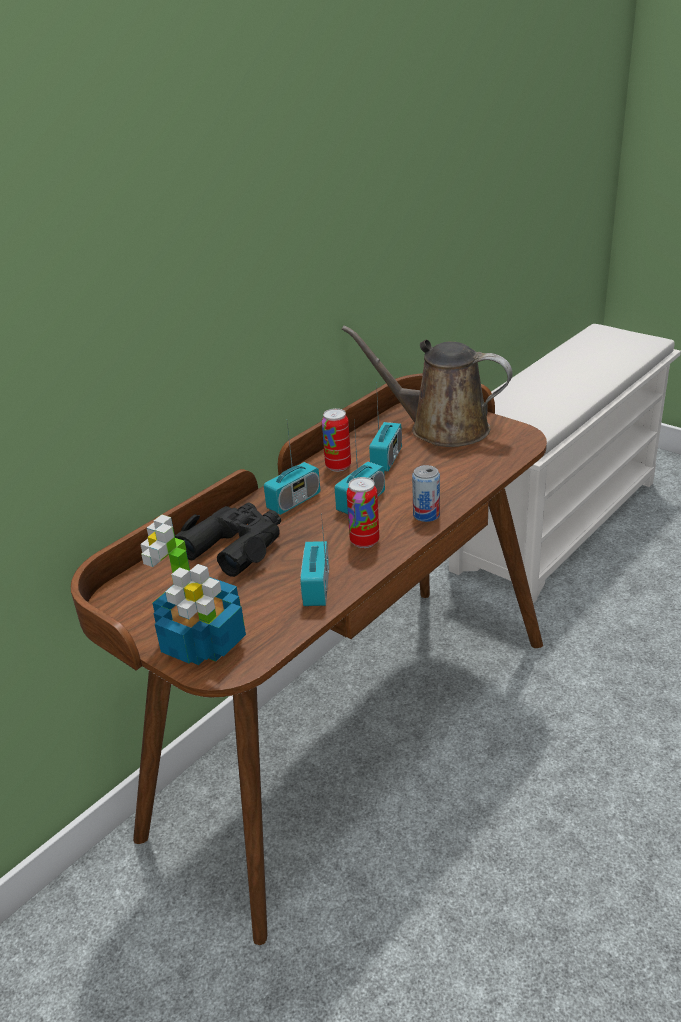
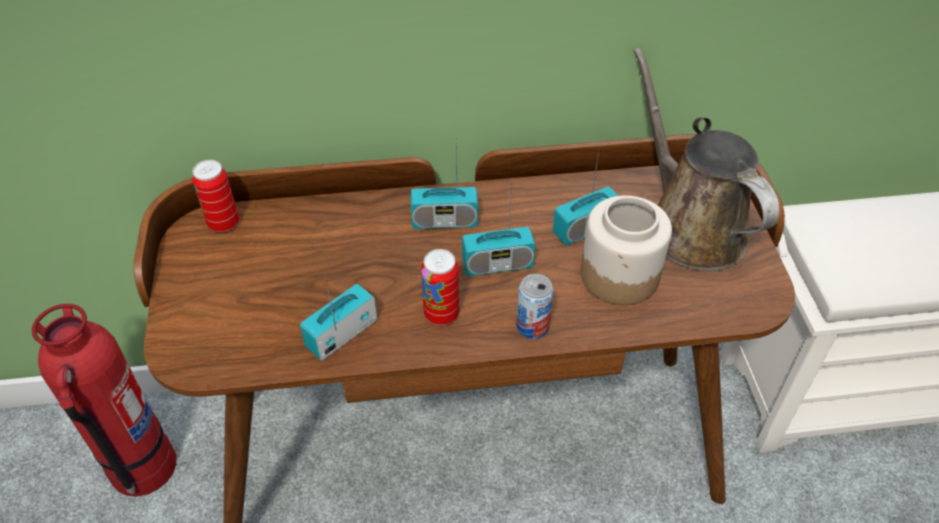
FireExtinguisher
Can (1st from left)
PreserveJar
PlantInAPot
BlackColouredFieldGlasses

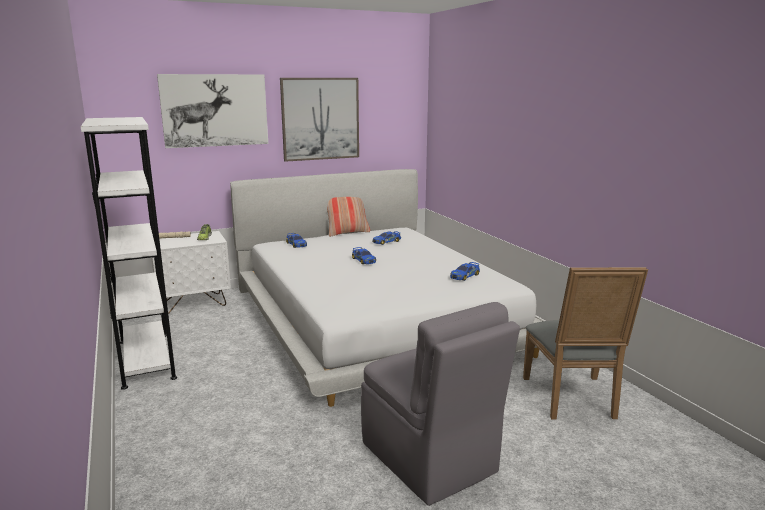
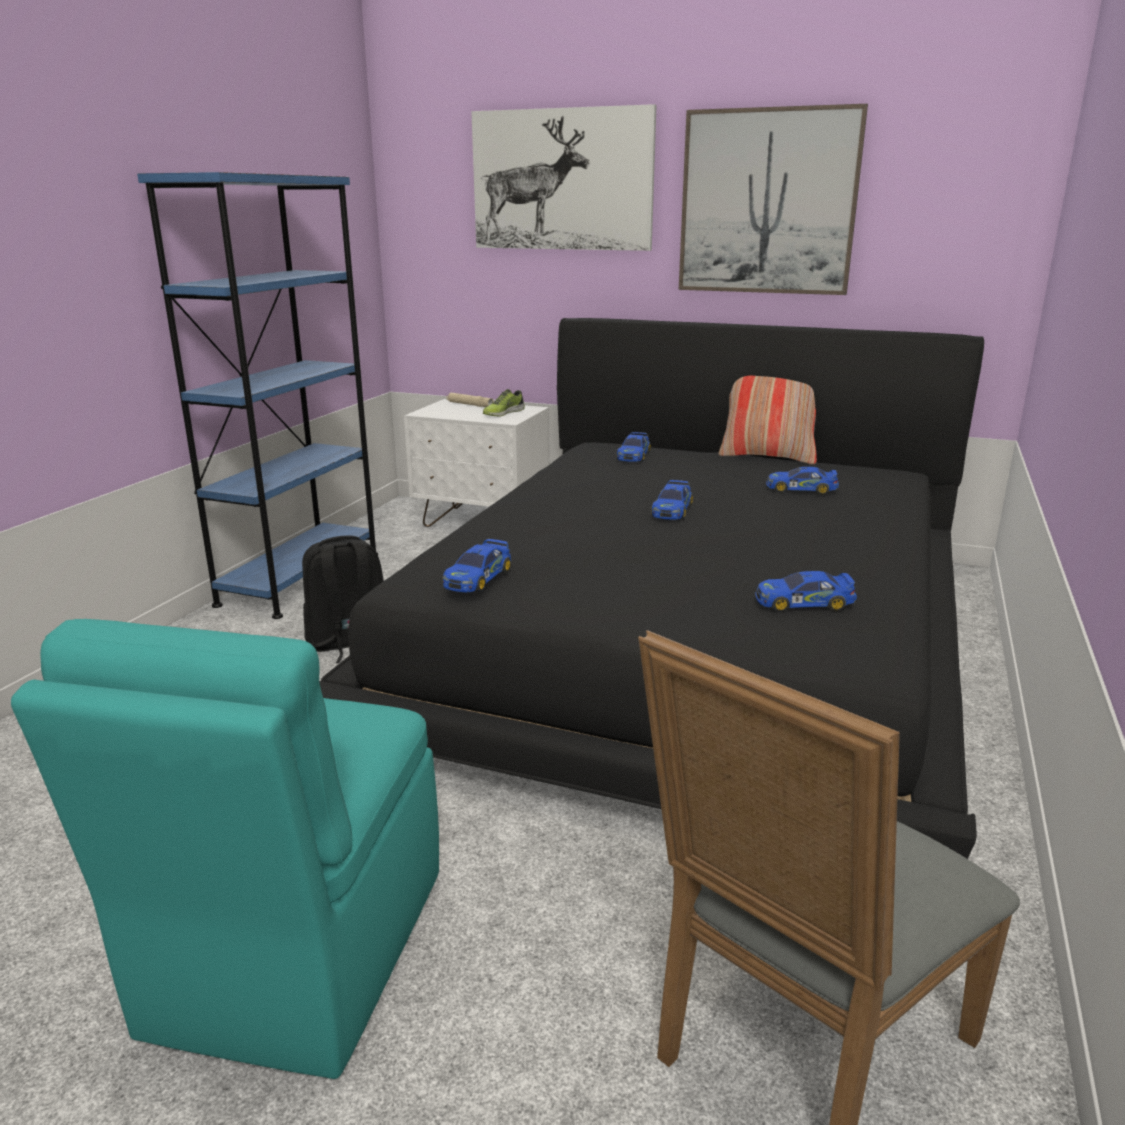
TurquoiseUprightChair
BlueColouredShelvingUnit
BlackColouredRucksack
BlackColouredSleepingBed
ModelCar (1st from left)

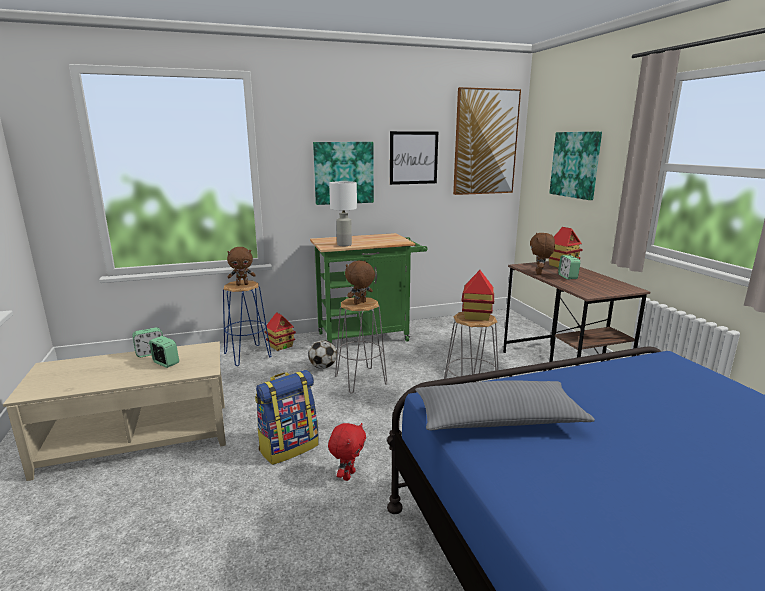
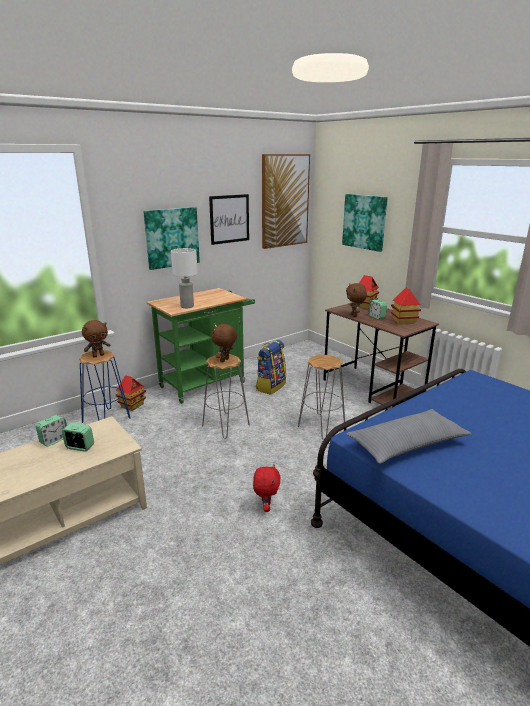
Rucksack
ModelHouse (3rd from left)
Football

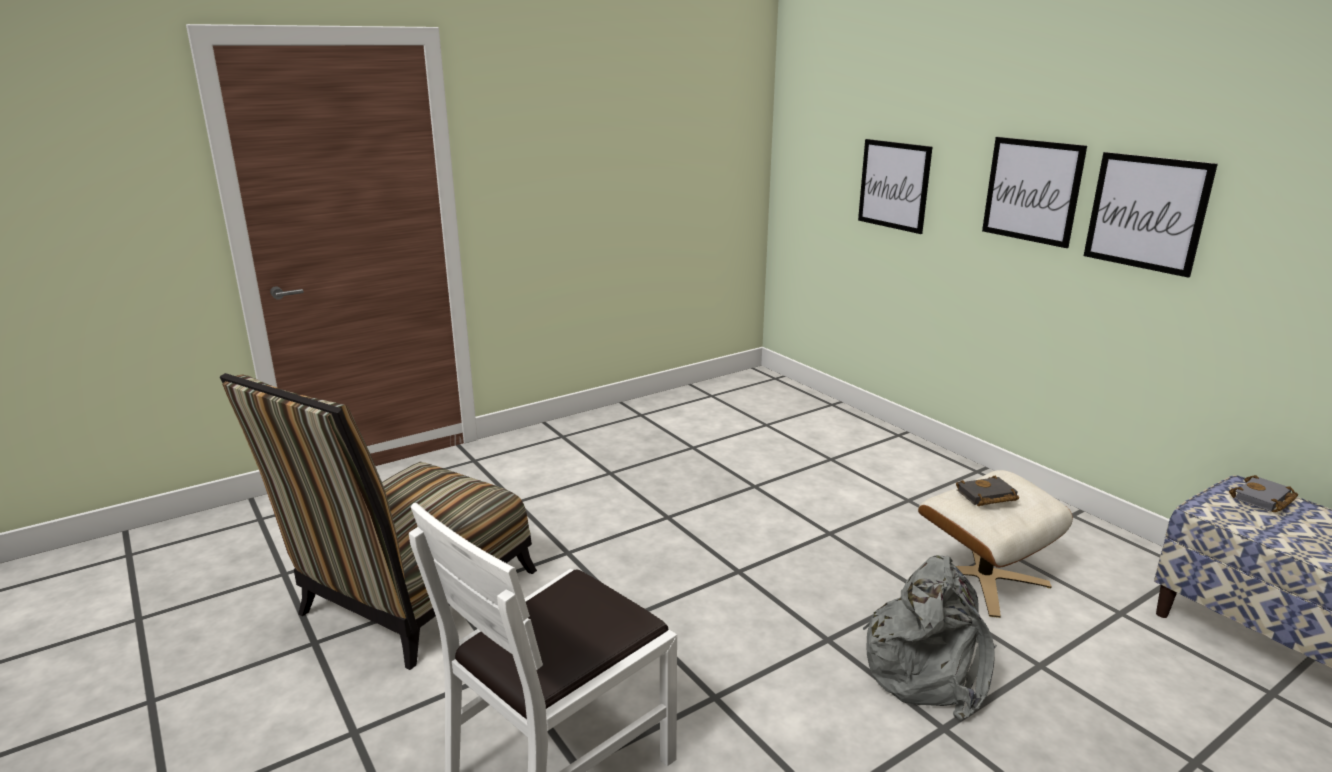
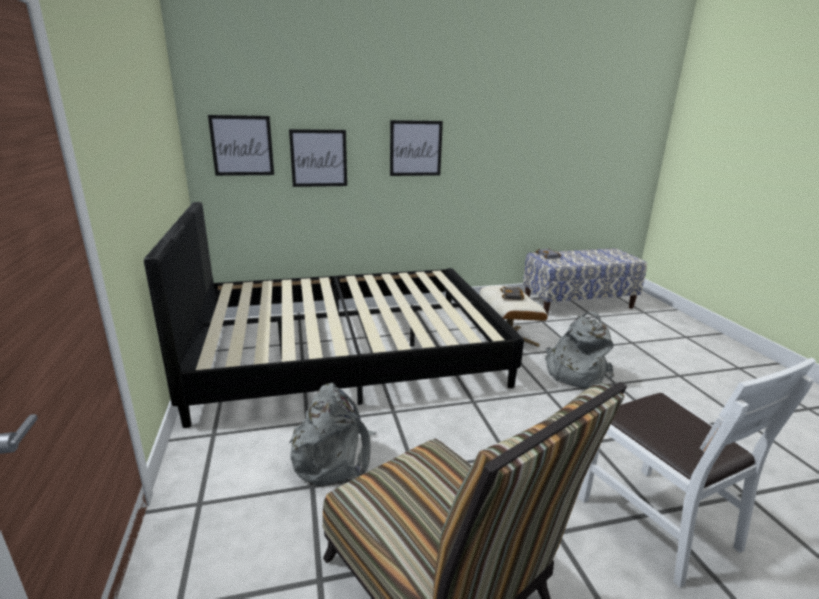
BlackColouredSleepingBed
WallArt (1st from left)
GrayRucksack (1st from left)

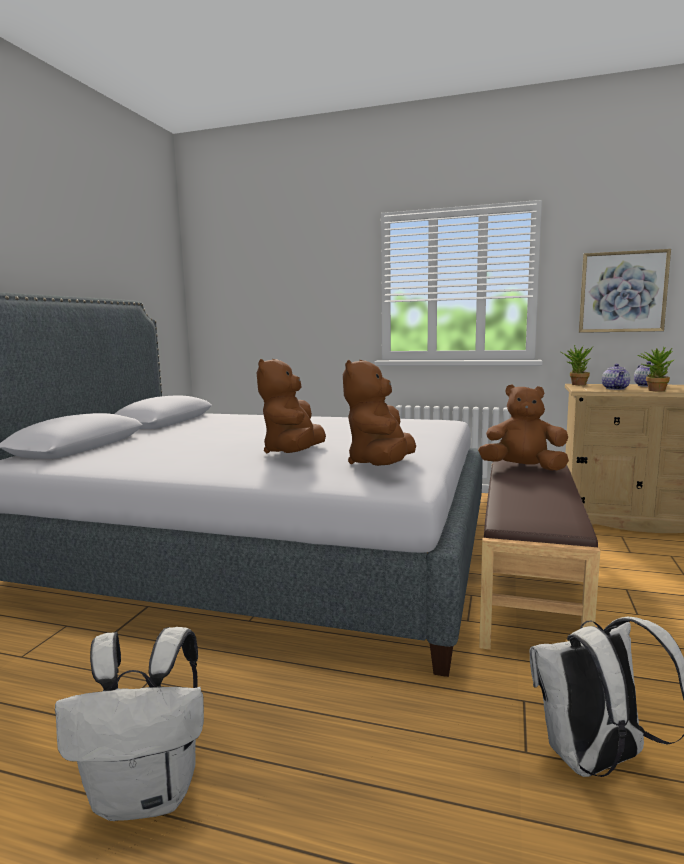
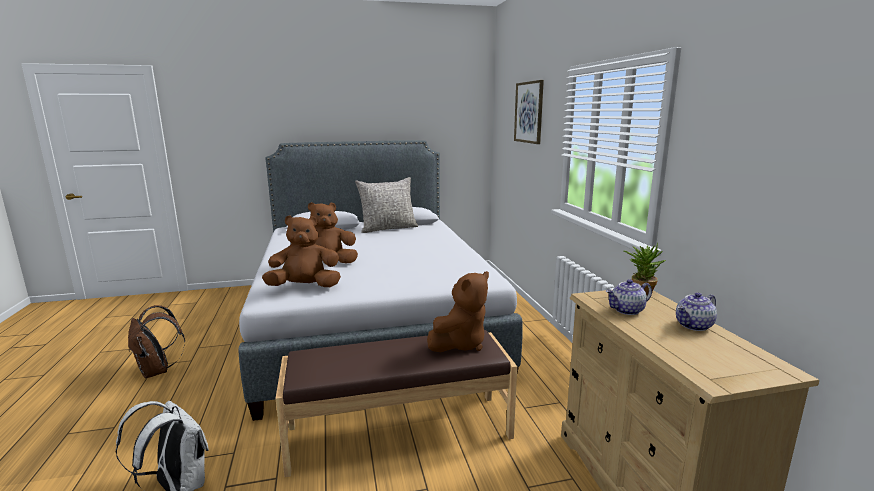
BrownishRucksack
GrayPillow
BrownishCuddlyToy (3rd from left)
WallArt
PlantInAPot (2nd from left in the first image)

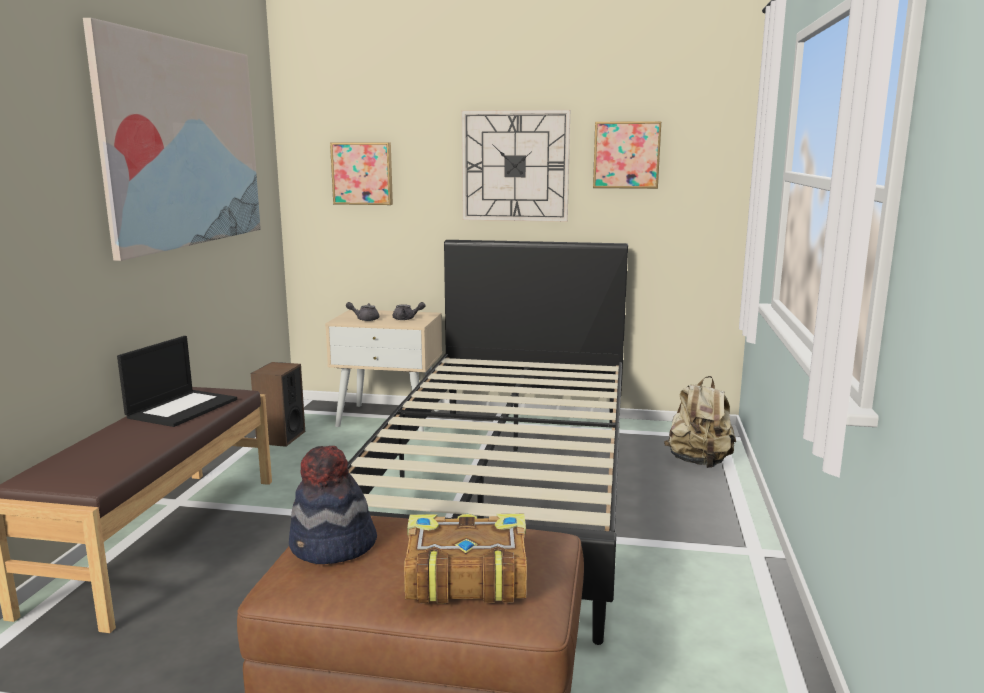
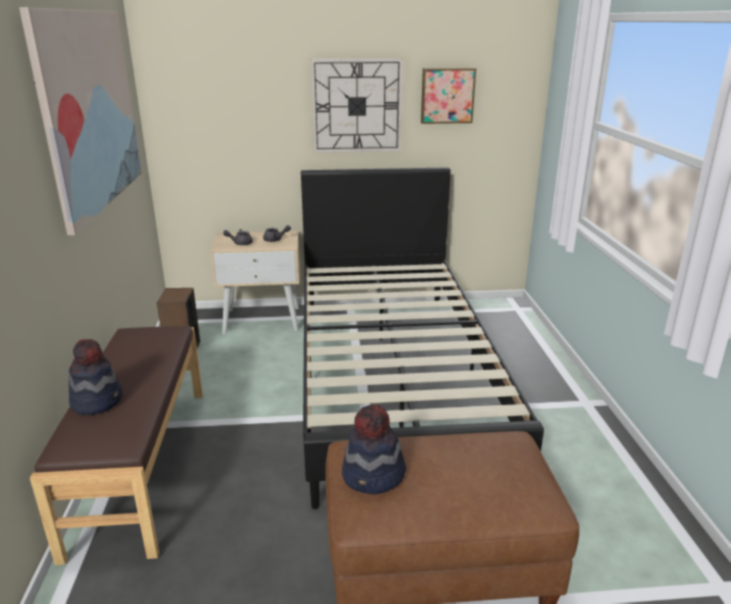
ClothingHat (1st from left)
Laptop
WallArt (2nd from left in the first image)
Volume
SandColouredRucksack

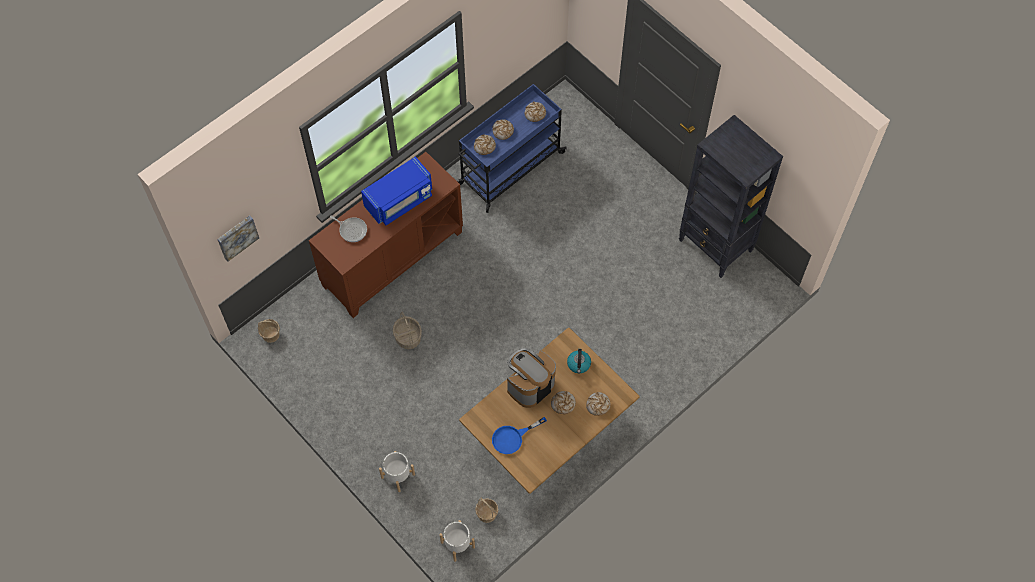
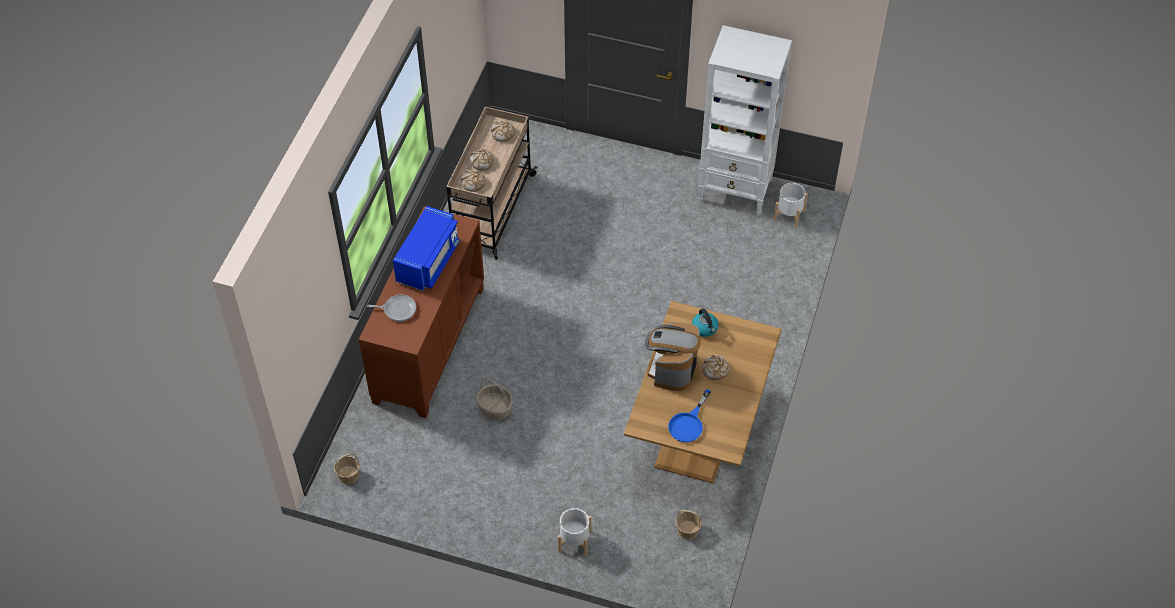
SandColouredWheeledCart
WhiteShelvingUnit
WhitePlantPot (2nd from left)
WallArt
BakedBread (5th from left in the first image)

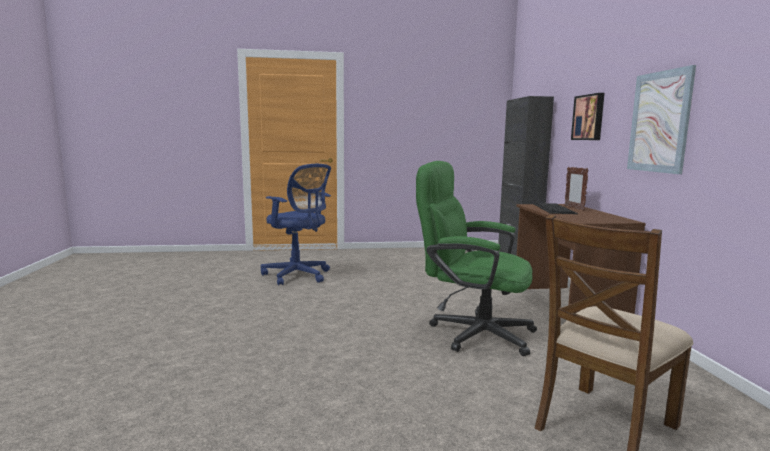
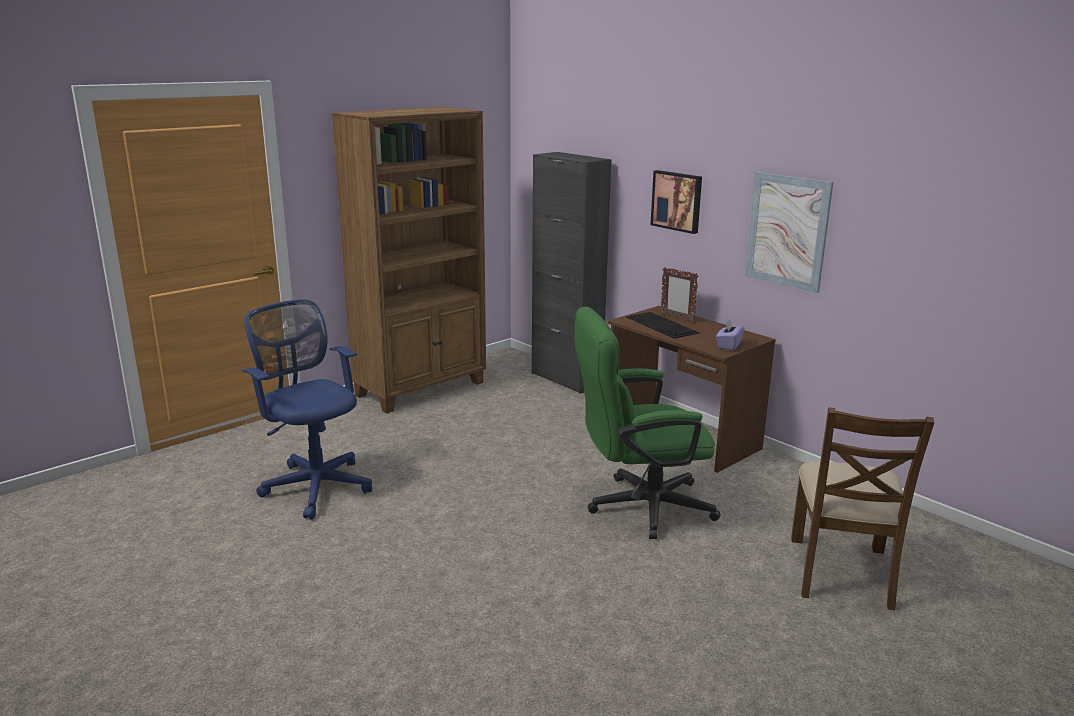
BlueColouredOfficeChair
BrownishShelvingUnit
PurpleTissueBox

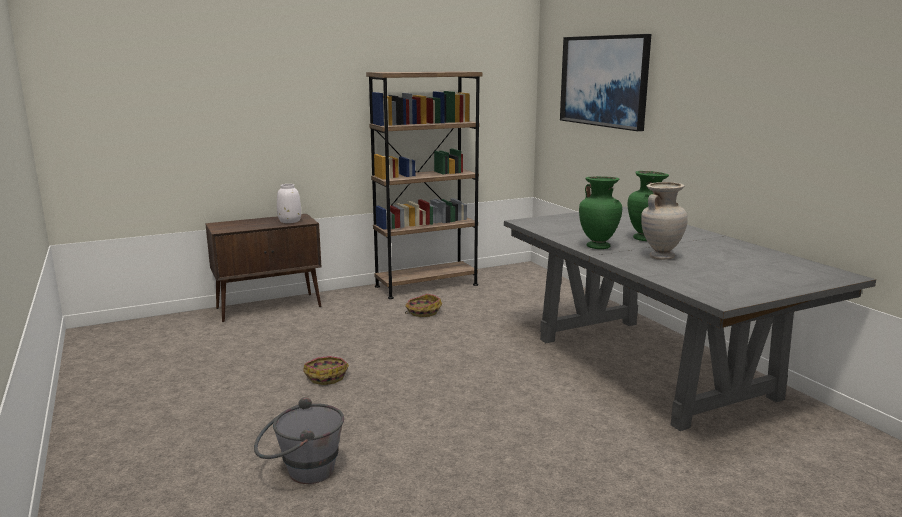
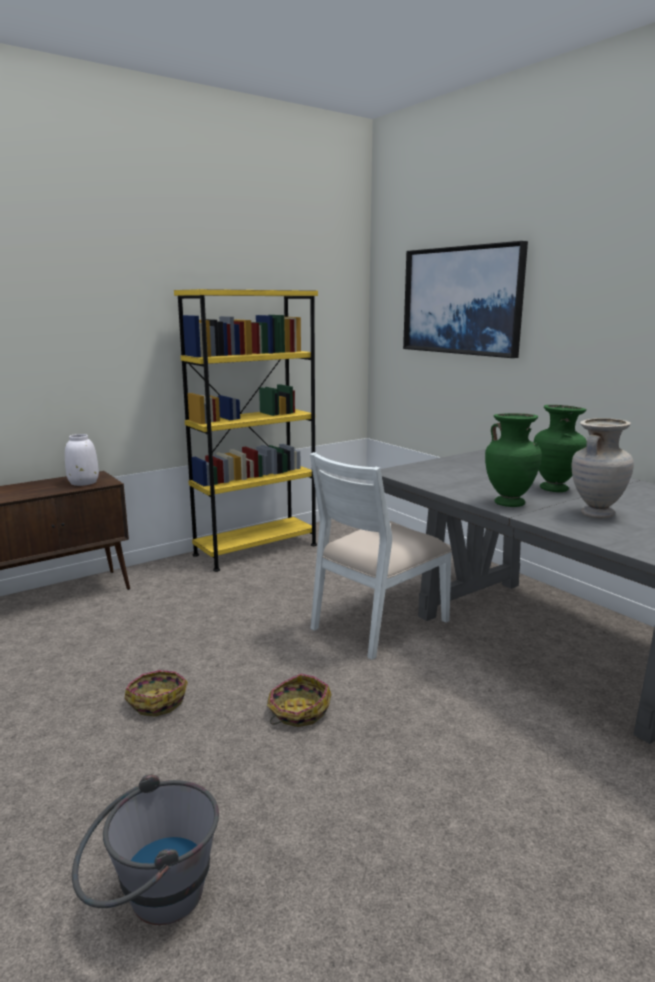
YellowishShelvingUnit
Basket (2nd from left)
WhiteUprightChair

